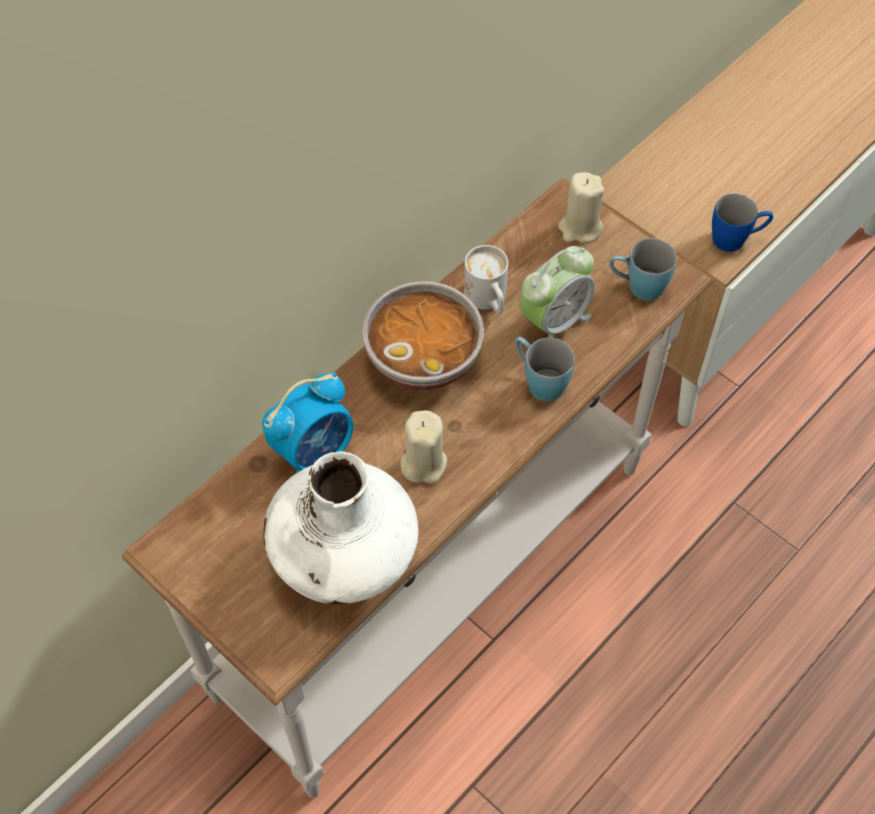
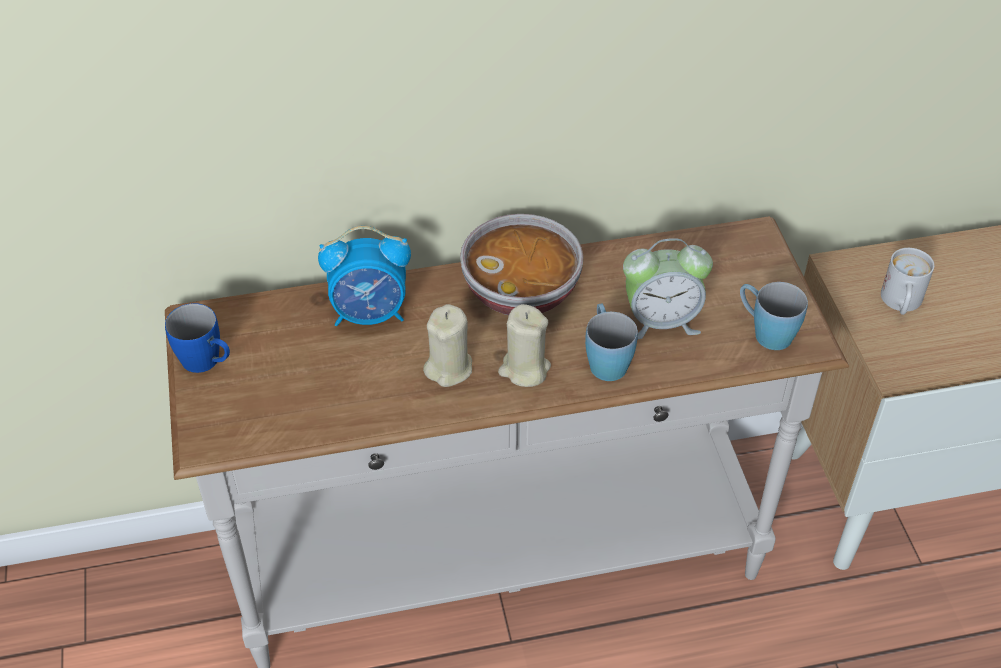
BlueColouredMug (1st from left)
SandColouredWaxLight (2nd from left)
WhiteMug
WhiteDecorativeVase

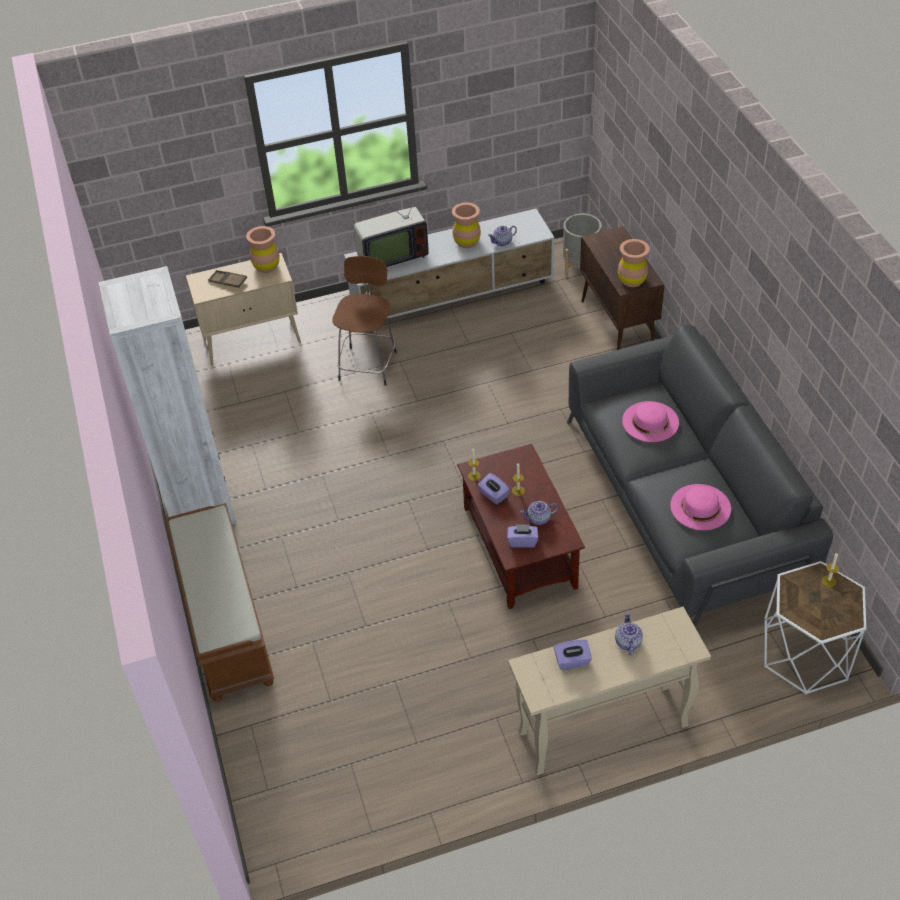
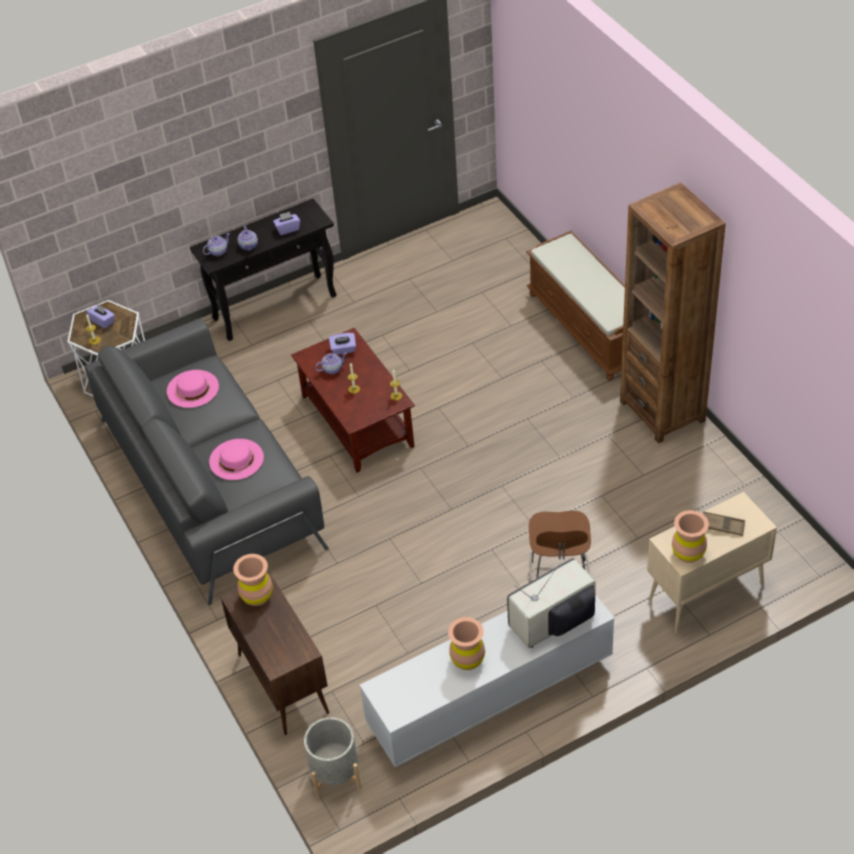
PurpleTissueBox (1st from left)
BlackColouredHallTable
TeaPot (1st from left)
BrownishShelvingUnit

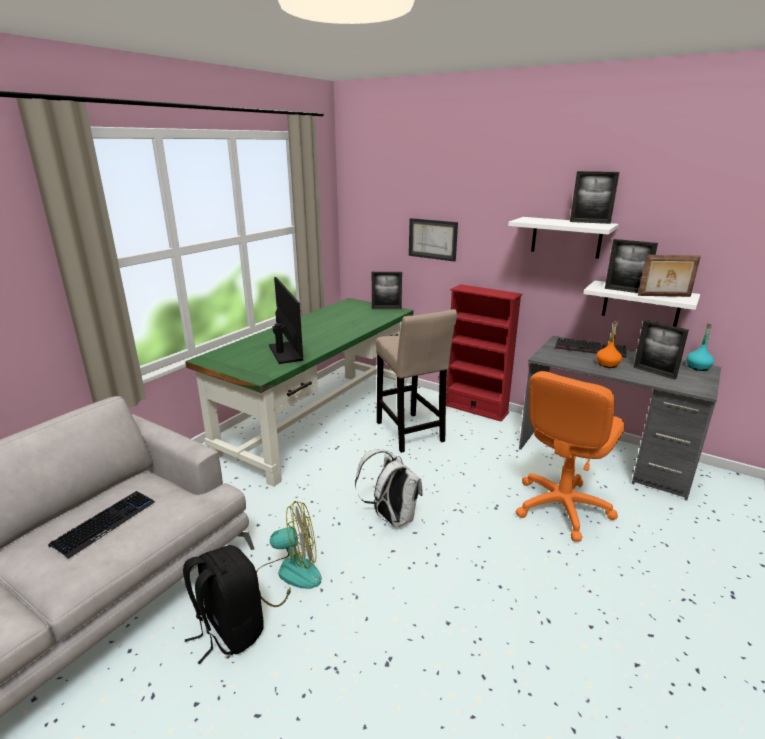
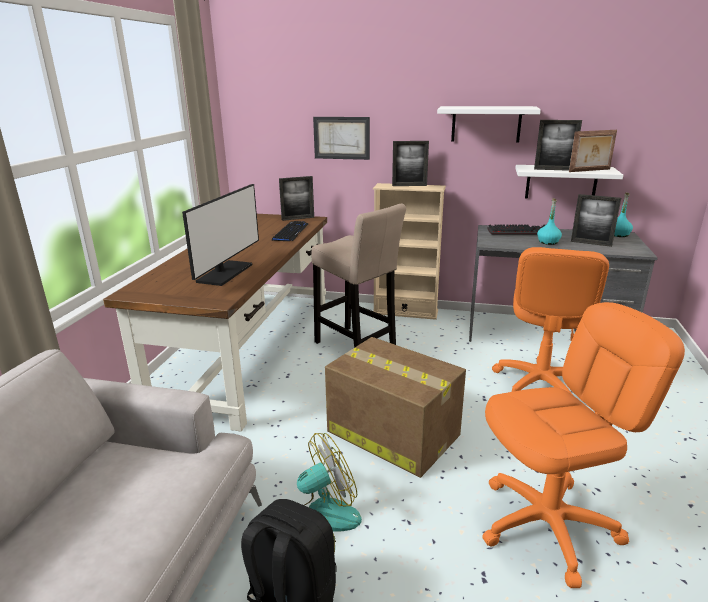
BrownishDeskTable
ComputerDisplay
Keyboard (1st from left)
PackingBox
SandColouredShelvingUnit
StandingFrame (2nd from left)
OrangeOfficeChair (2nd from left)
TurquoiseBottle (1st from left)

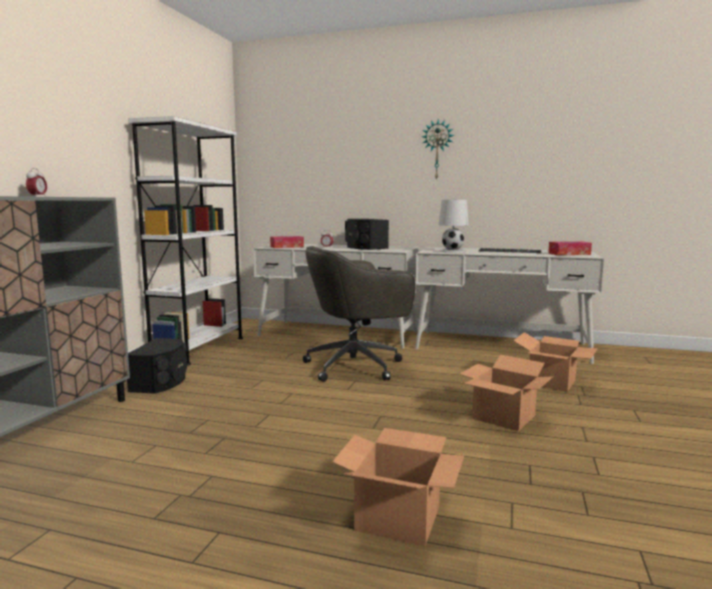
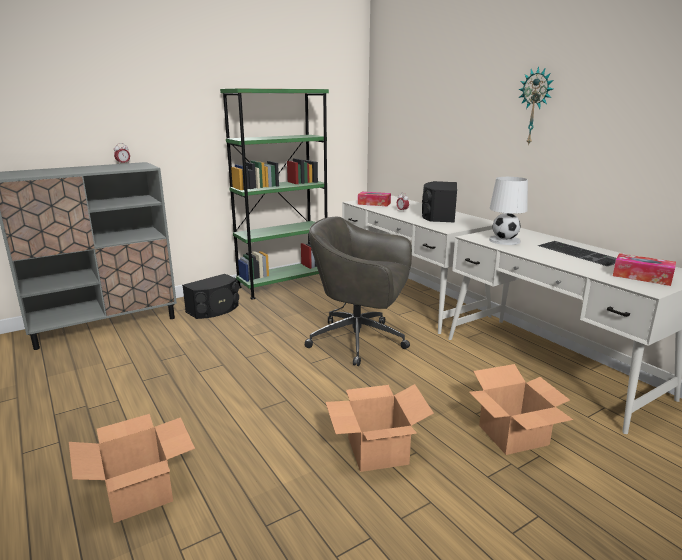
GreenColouredShelvingUnit

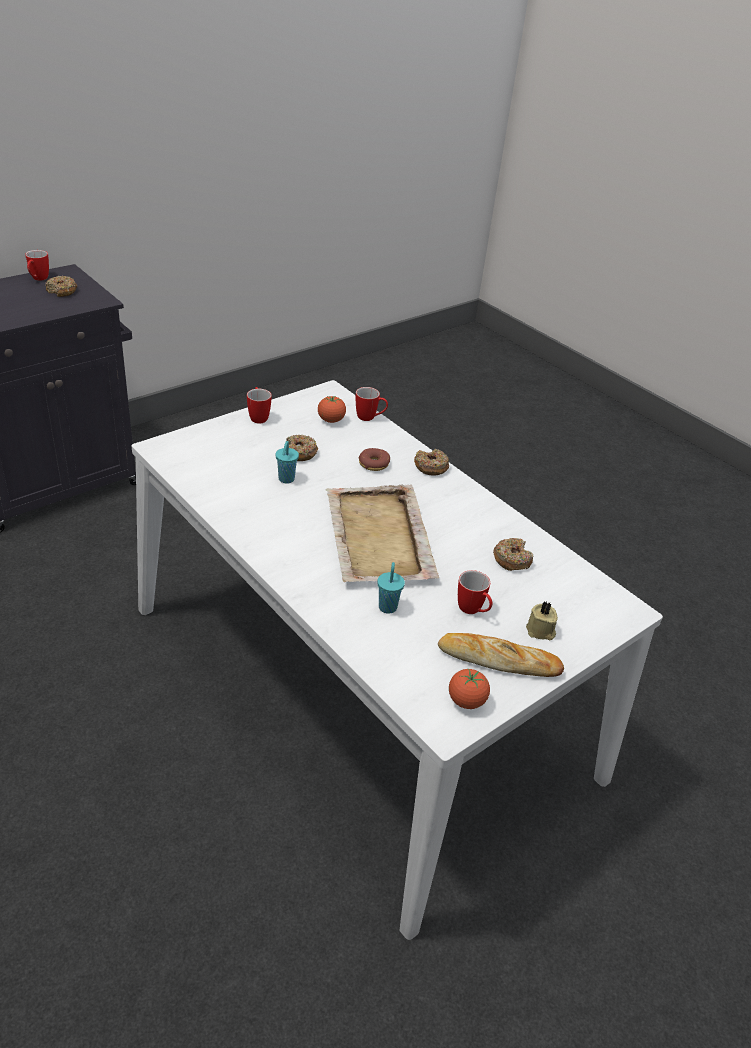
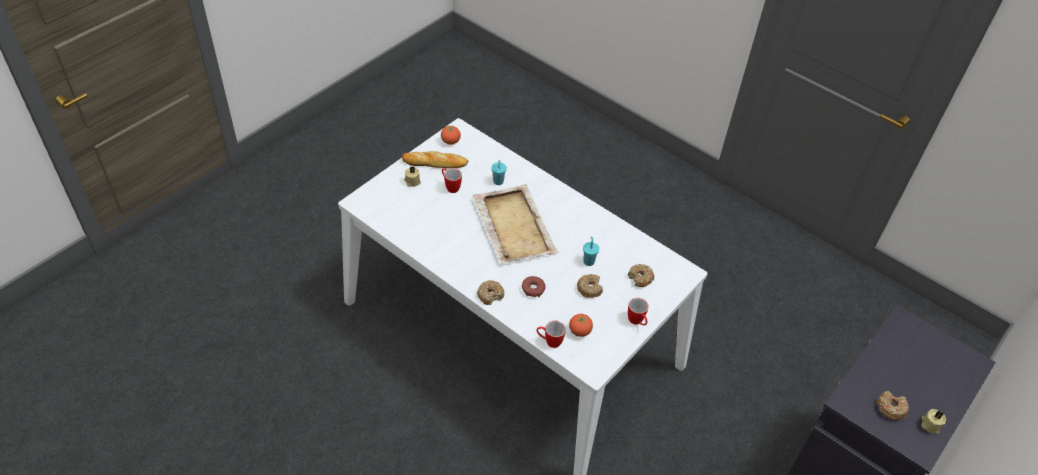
Donut (4th from left)
SandColouredWaxLight (2nd from left)

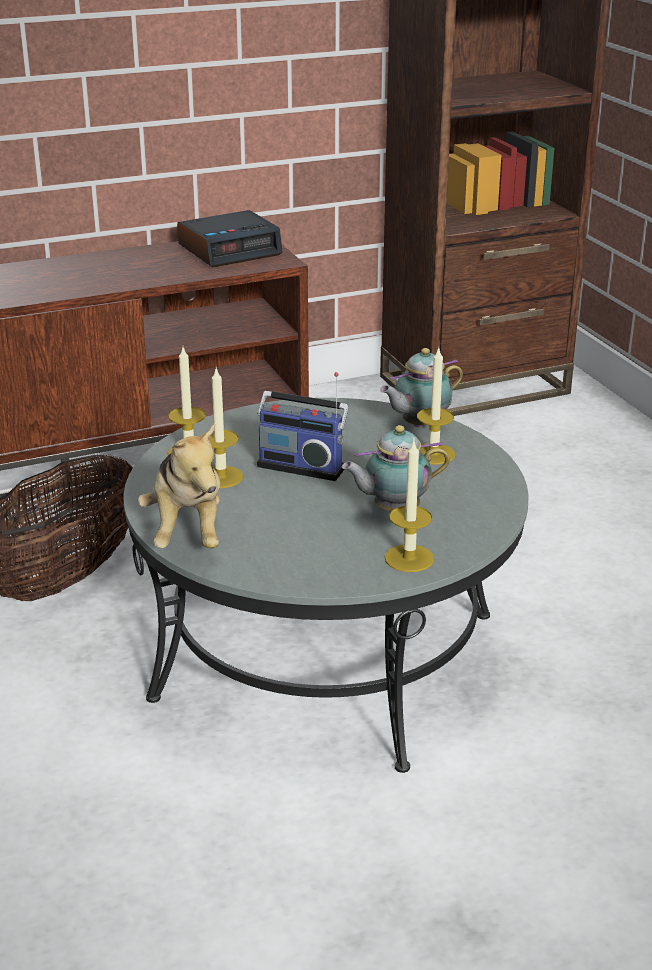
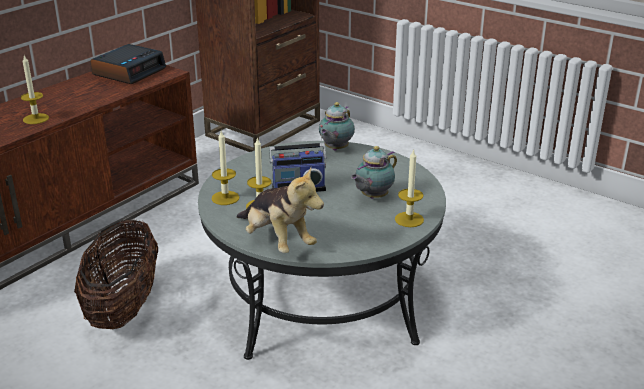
WaxLight (1st from left)

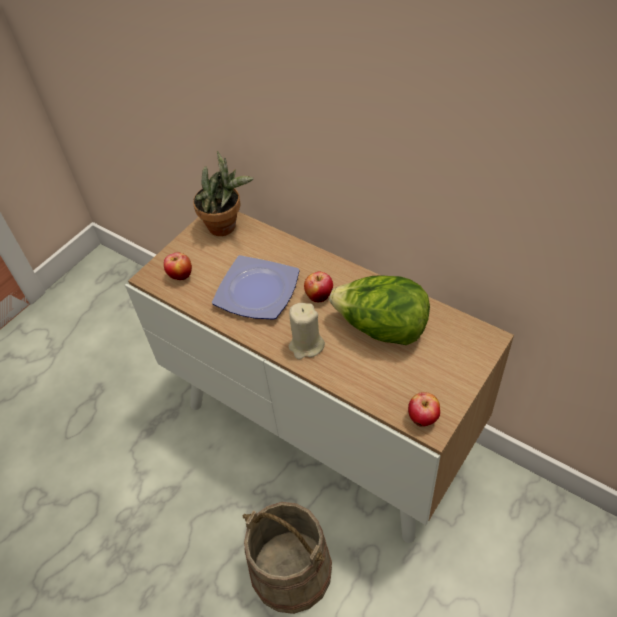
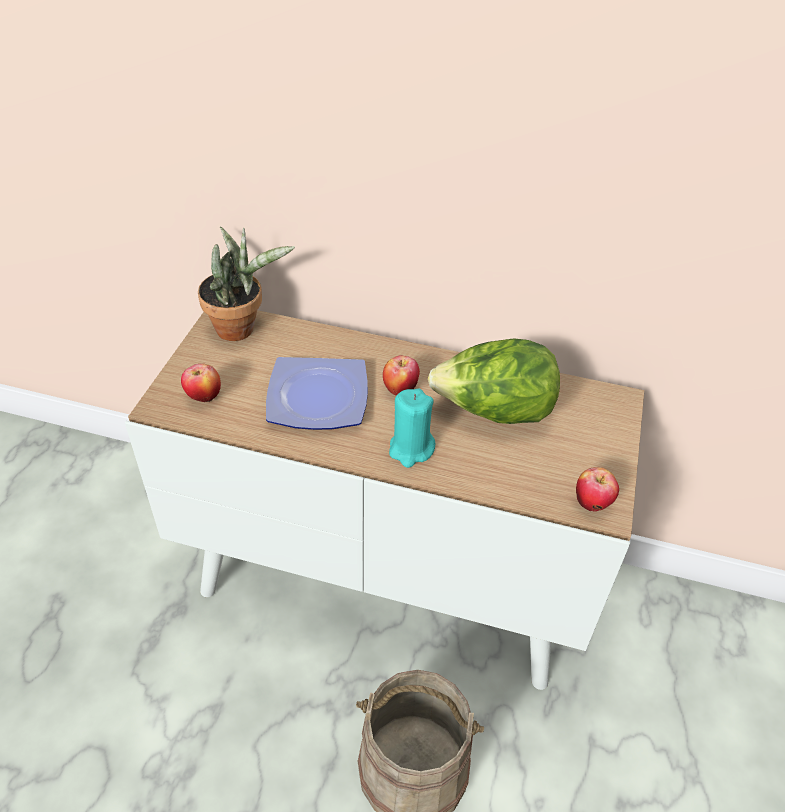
TurquoiseWaxLight

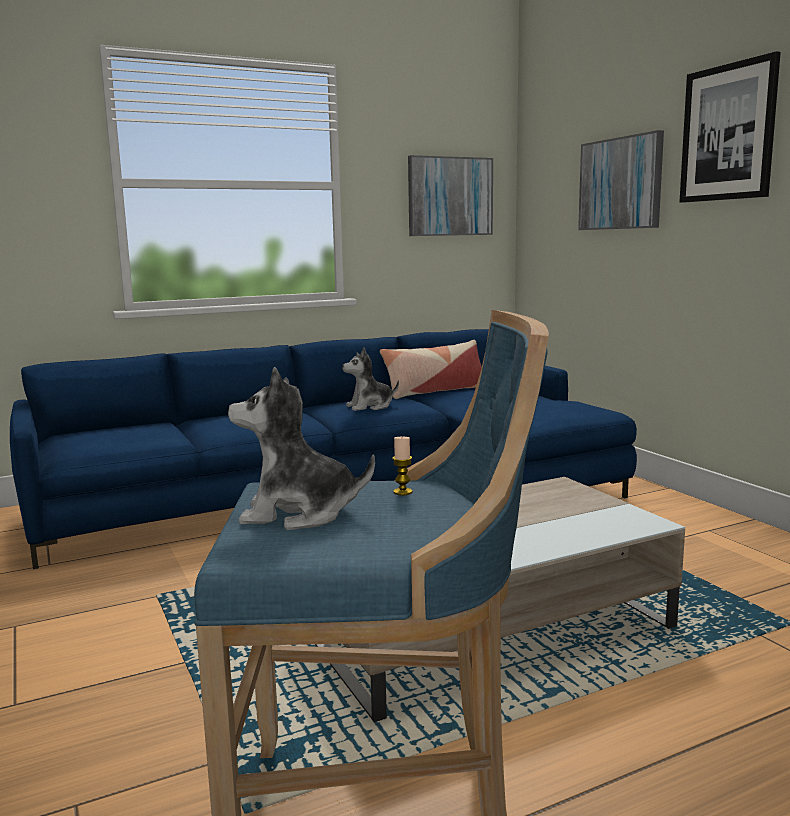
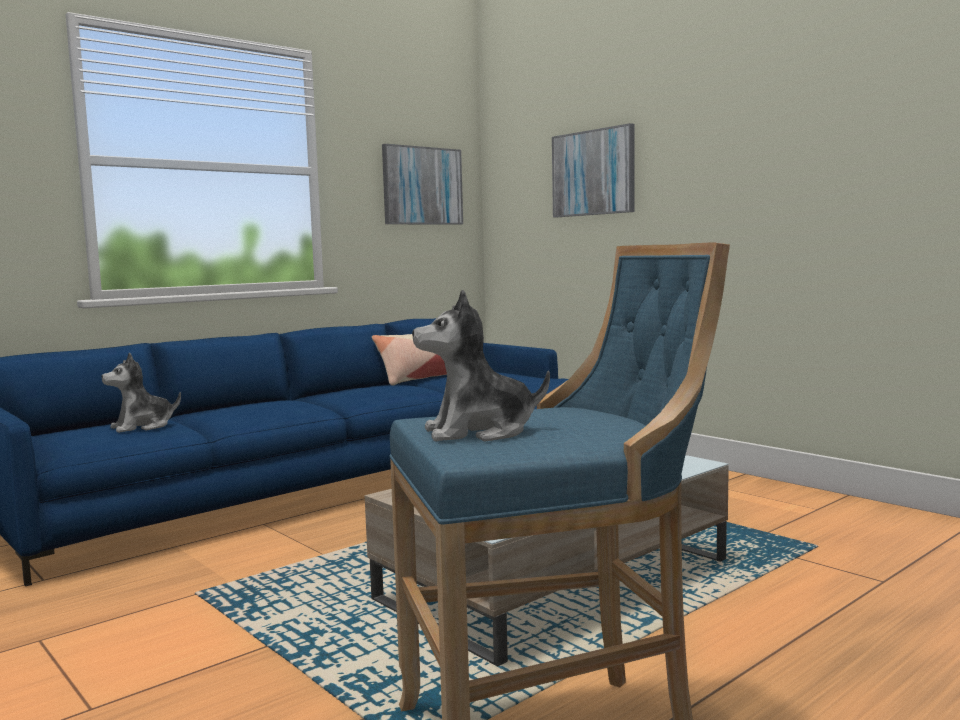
CuddlyToy (1st from left)
WaxLight
WallArt (3rd from left in the first image)

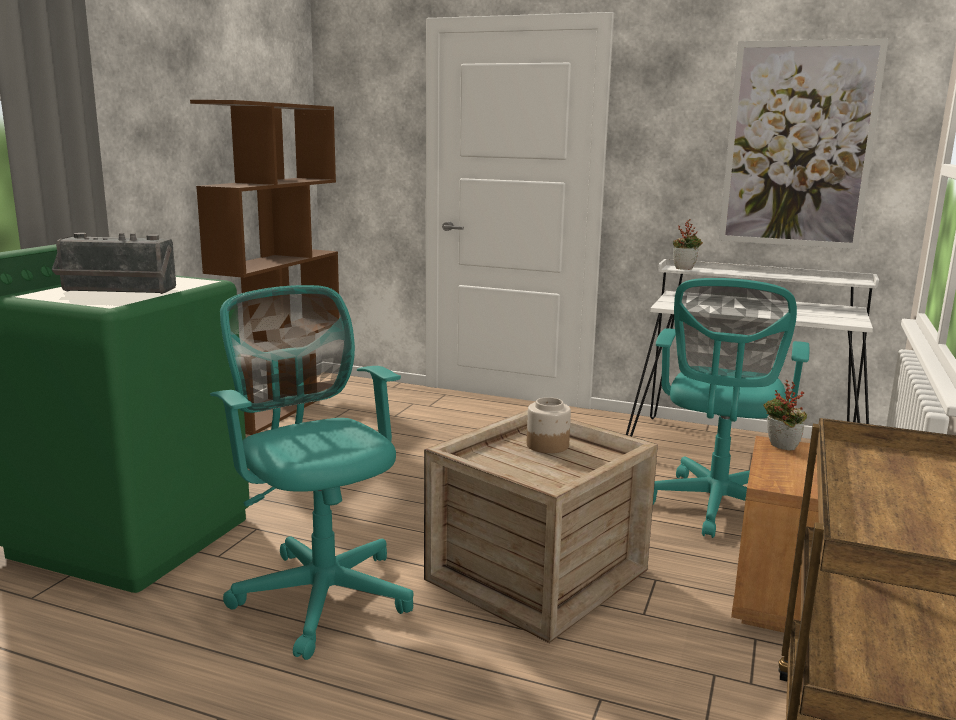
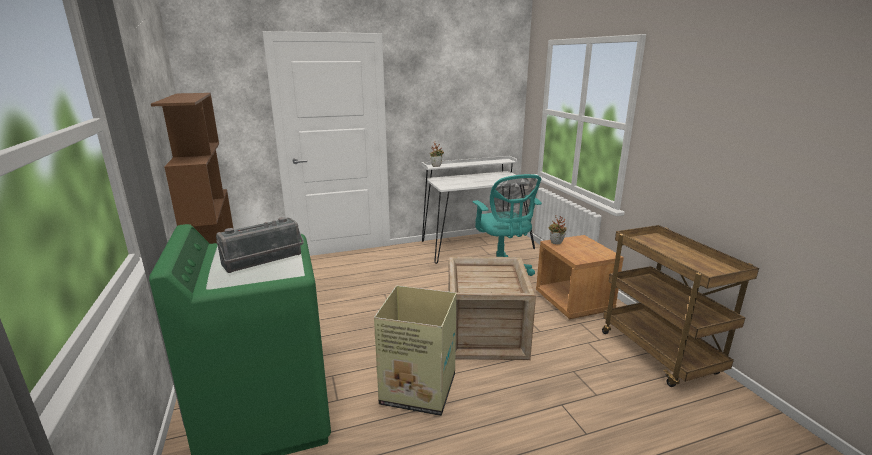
PackingBox
PreserveJar
WallArt

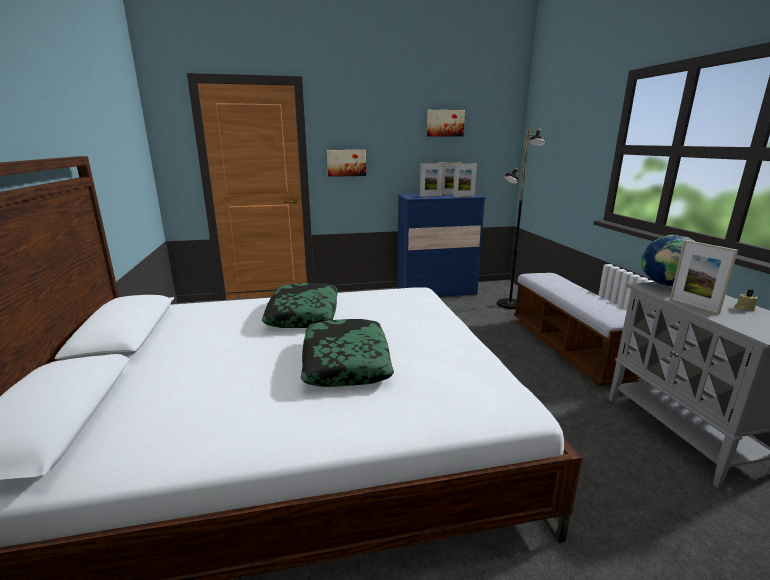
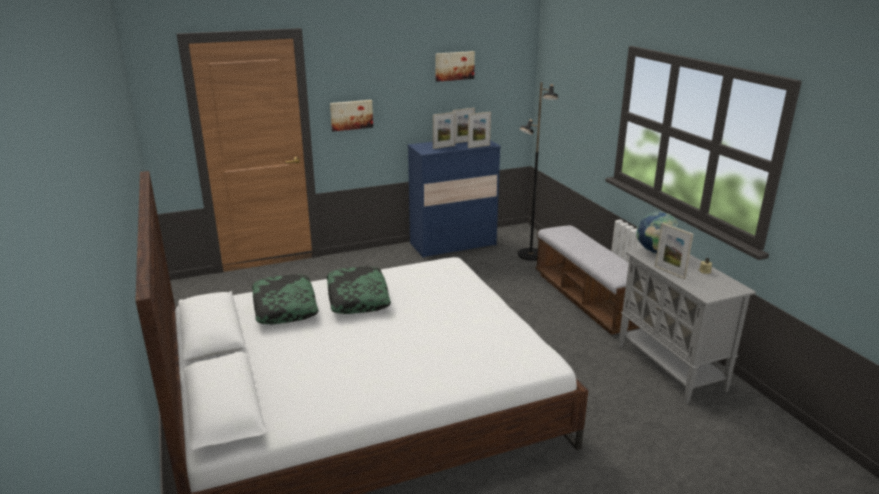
Pillow (1st from left)

